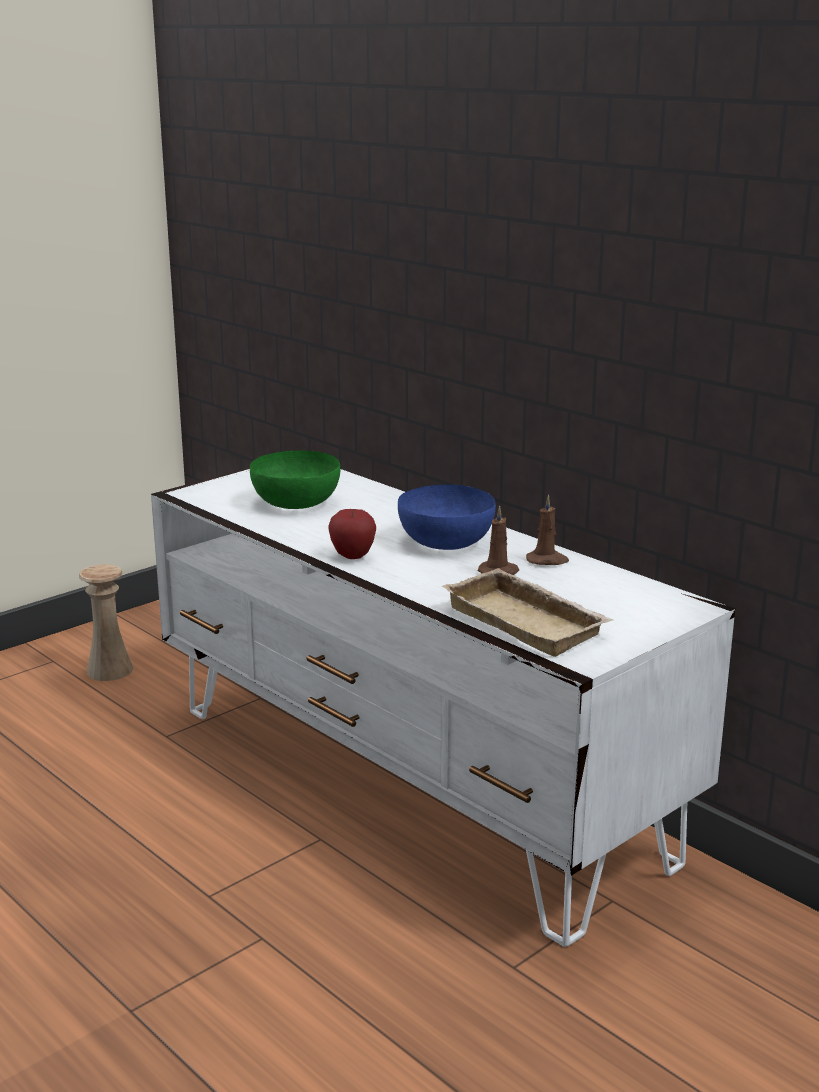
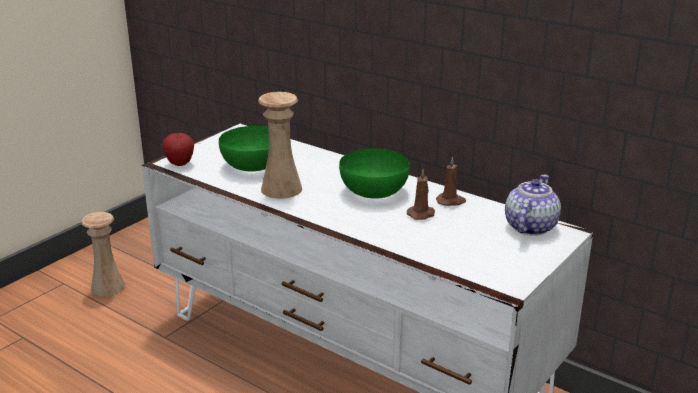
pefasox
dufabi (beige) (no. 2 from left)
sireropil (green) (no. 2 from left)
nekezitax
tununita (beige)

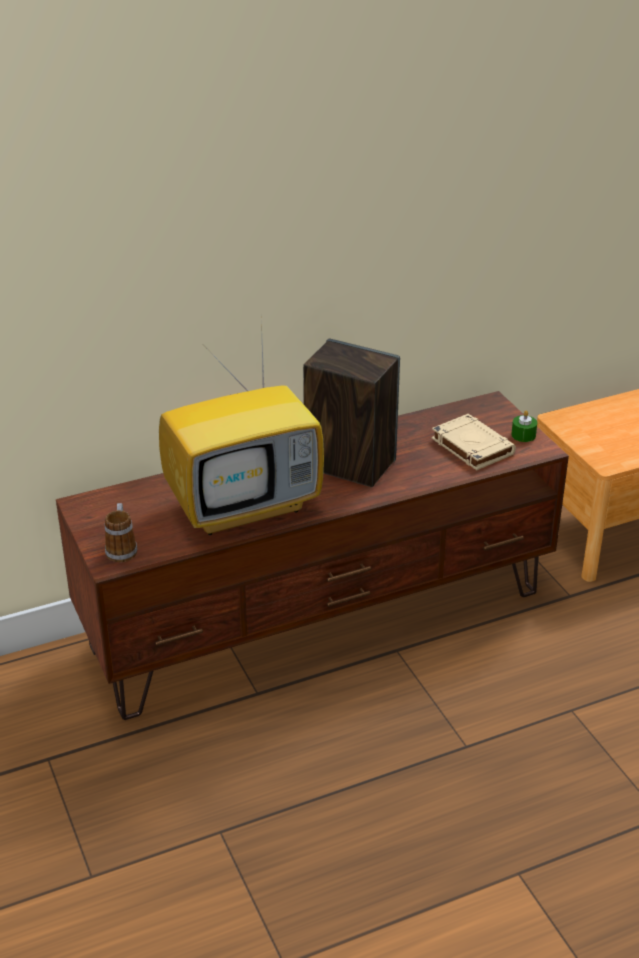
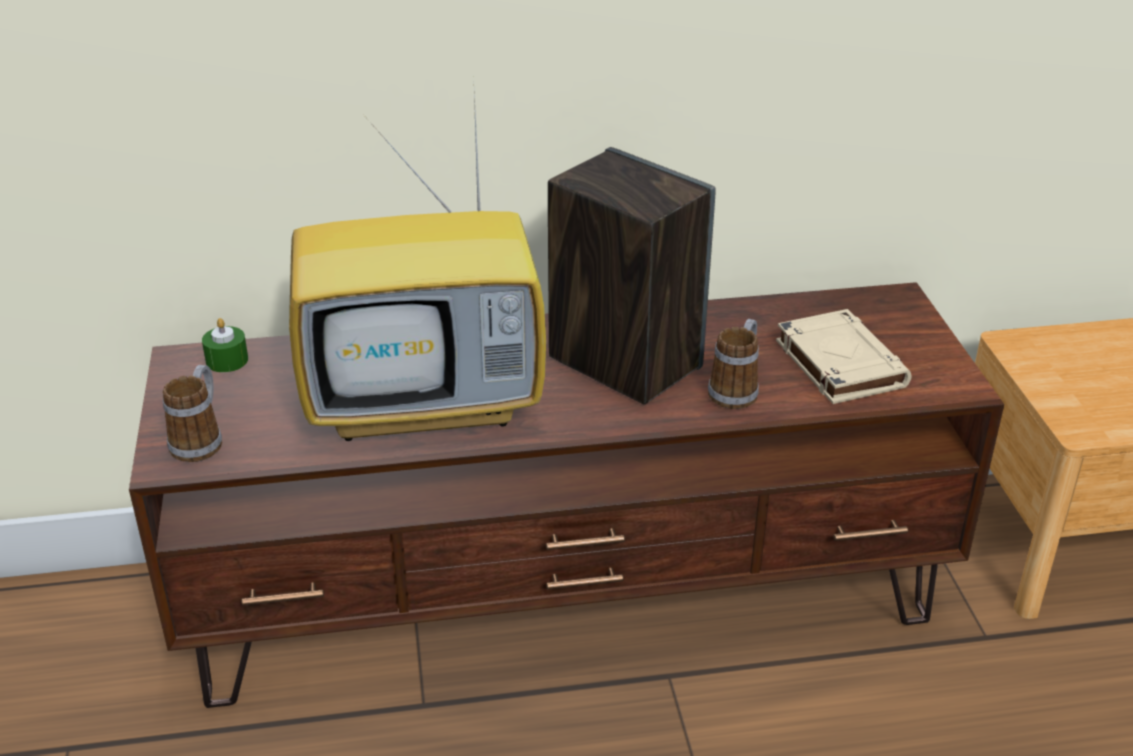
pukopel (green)
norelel (no. 2 from left)

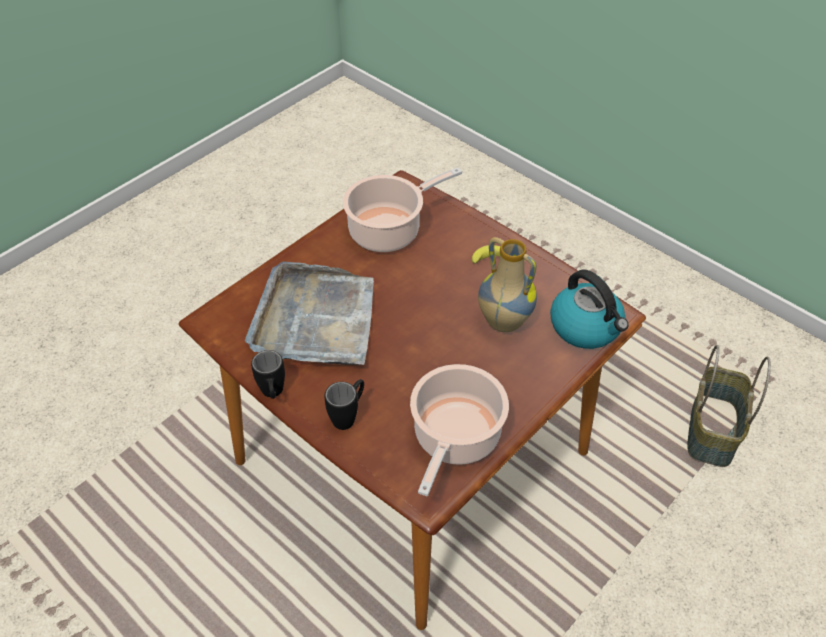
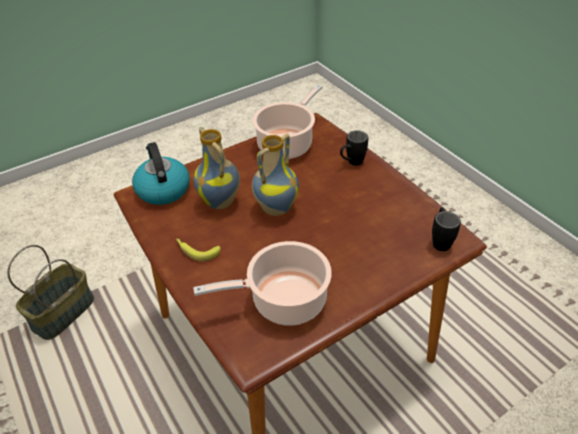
dufabi (no. 2 from left)
norelel (black) (no. 2 from left)
tununita (grey)

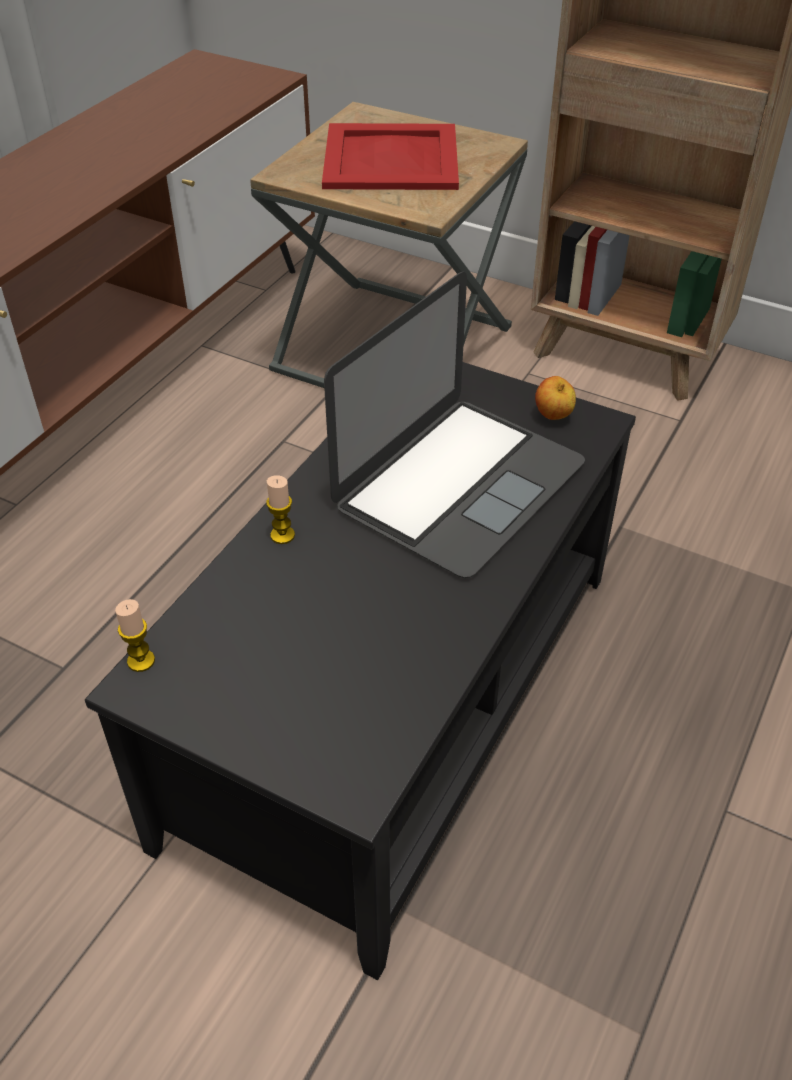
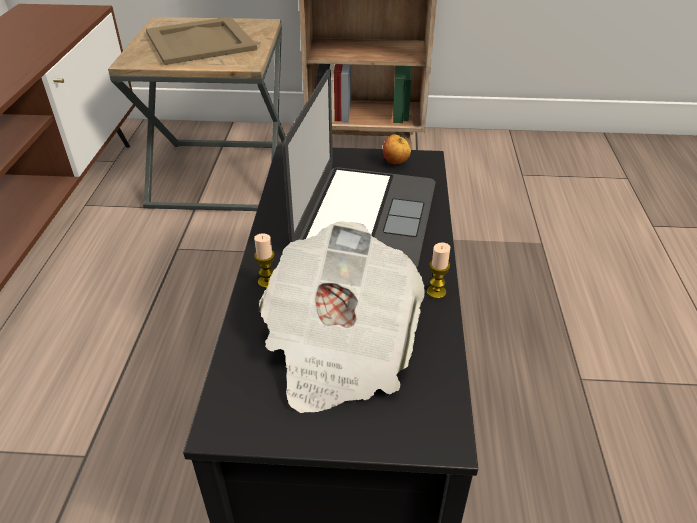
tununita (beige)
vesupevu
pukopel (no. 2 from left)

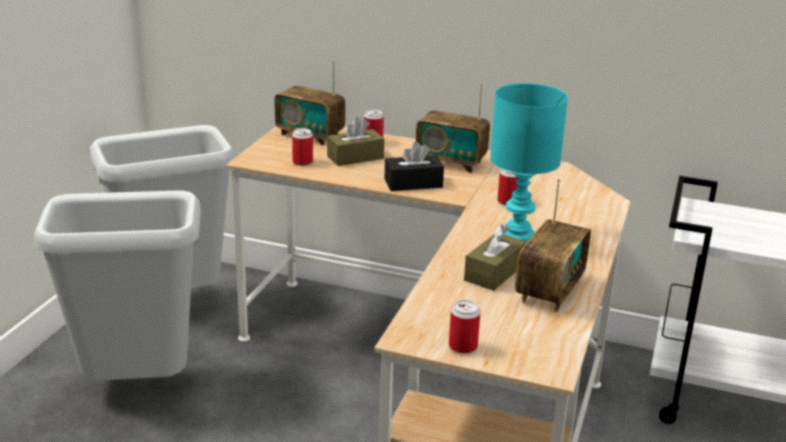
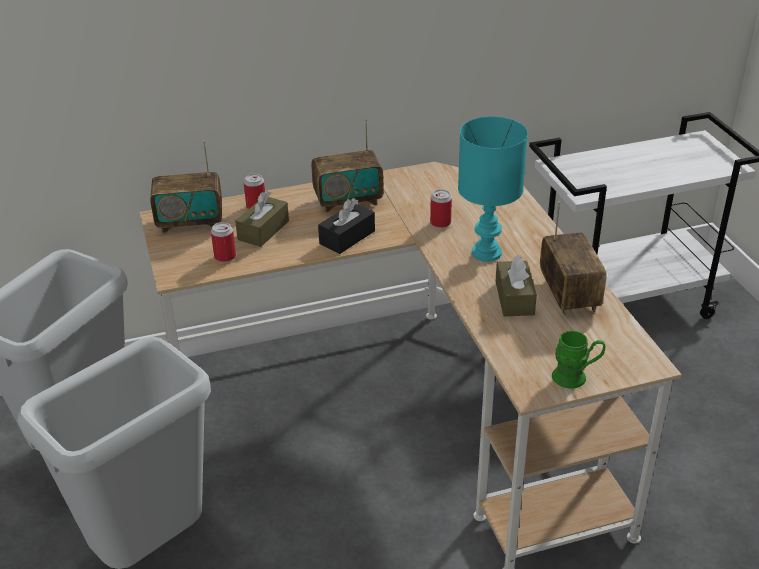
norelel (green)

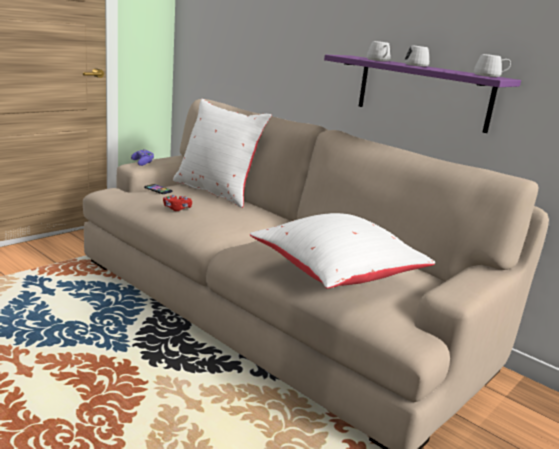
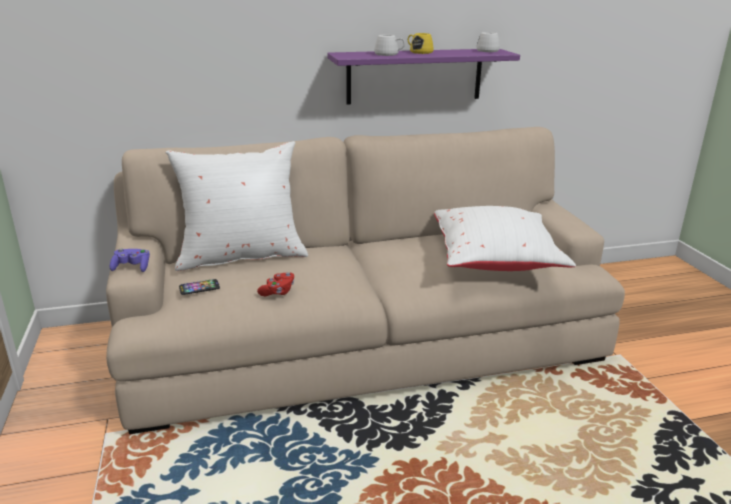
norelel (yellow)

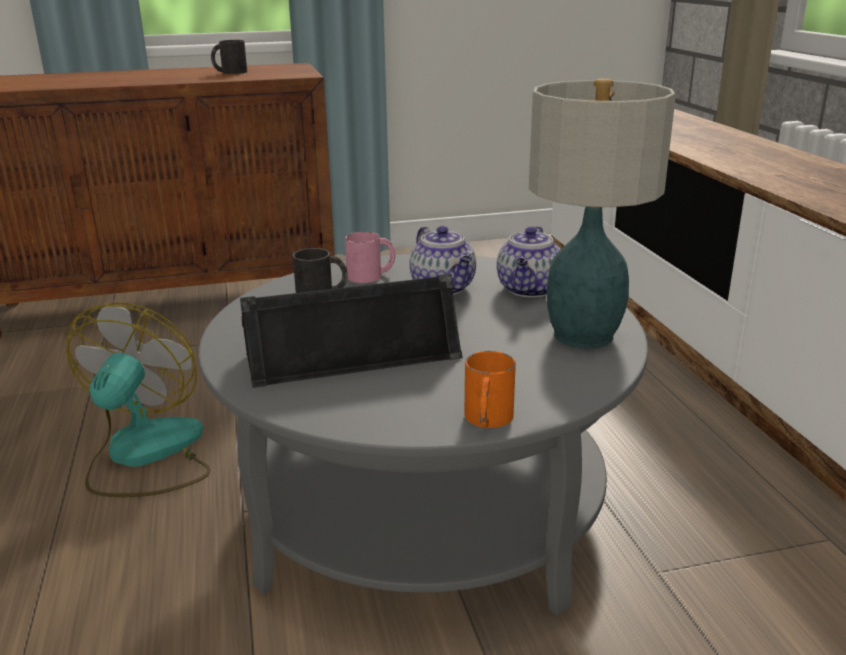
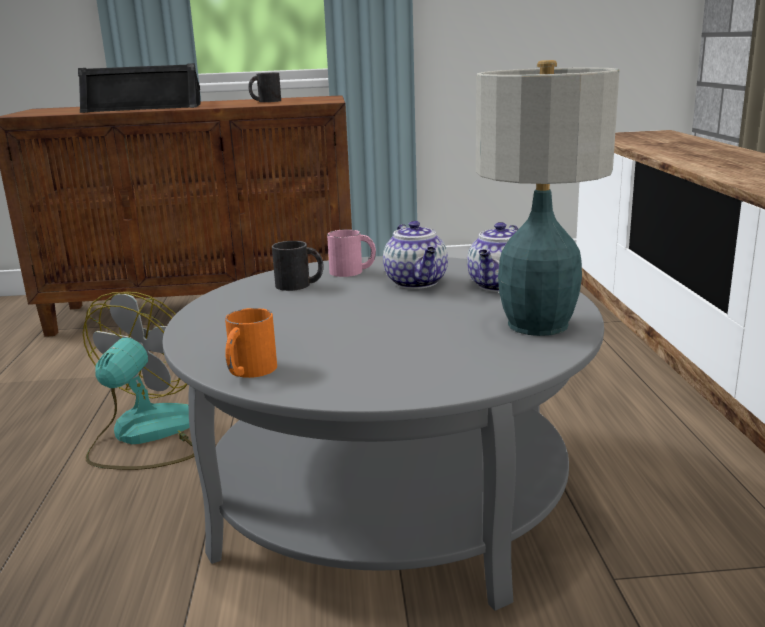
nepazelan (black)
norelel (orange)

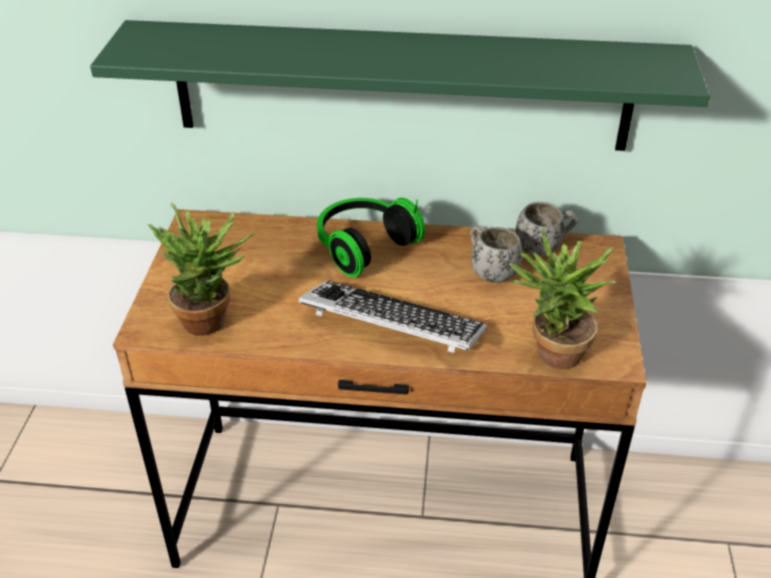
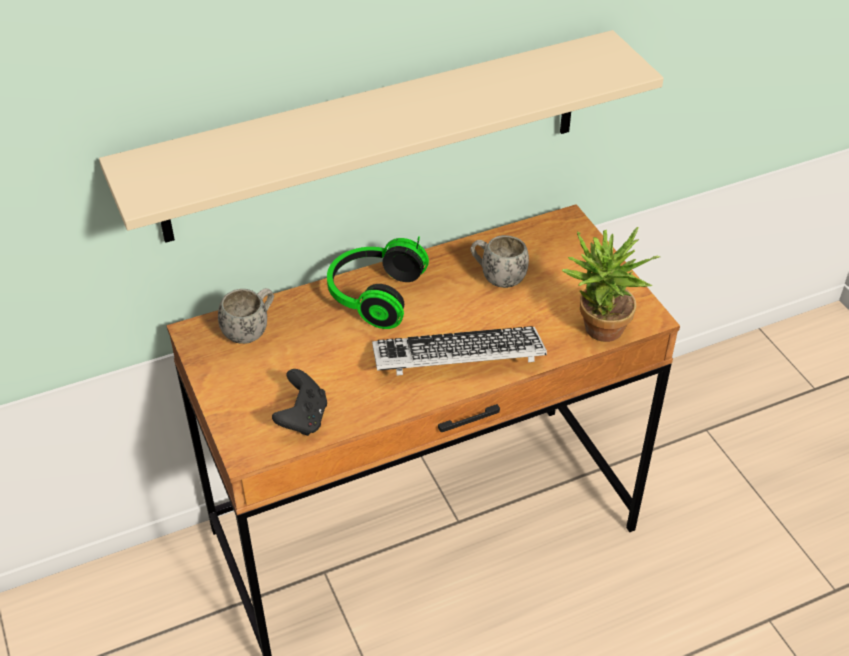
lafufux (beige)
norelel (white) (no. 1 from left)
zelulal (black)

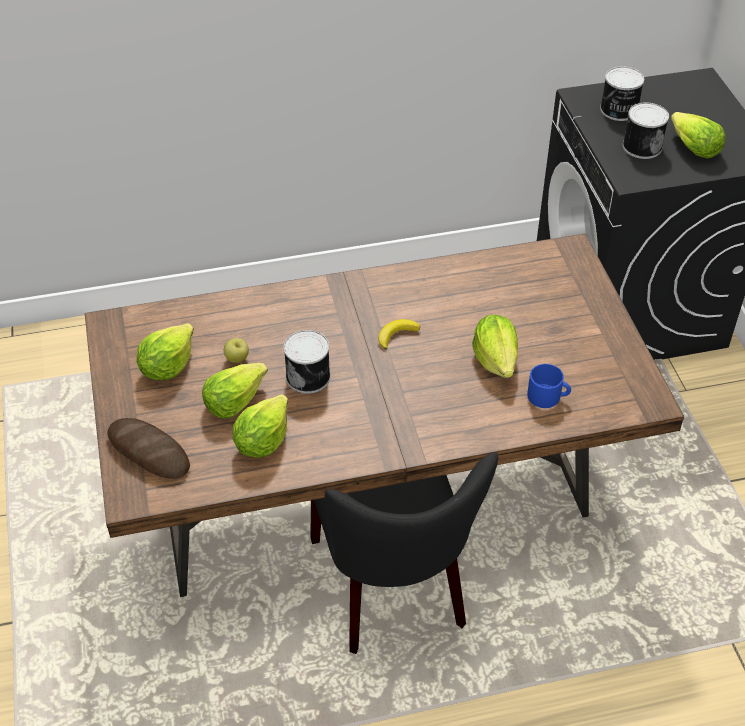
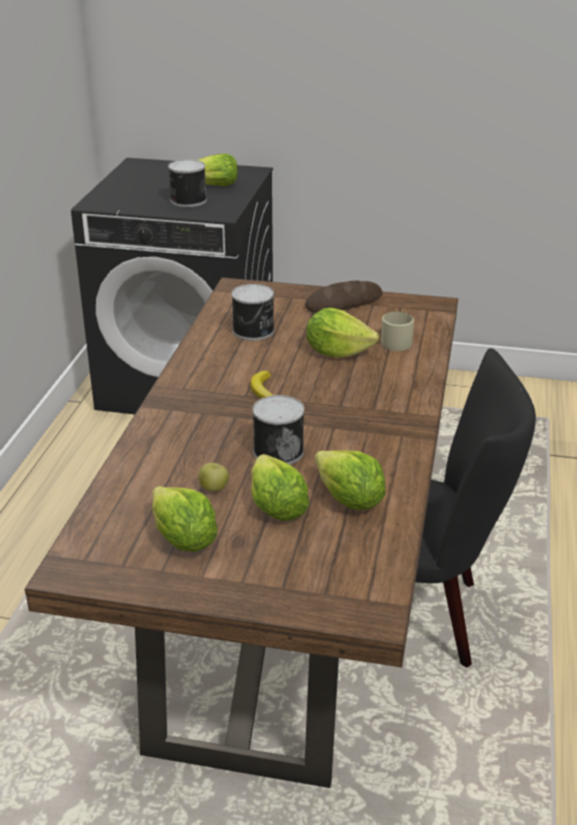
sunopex (no. 2 from left)
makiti
norelel (beige)

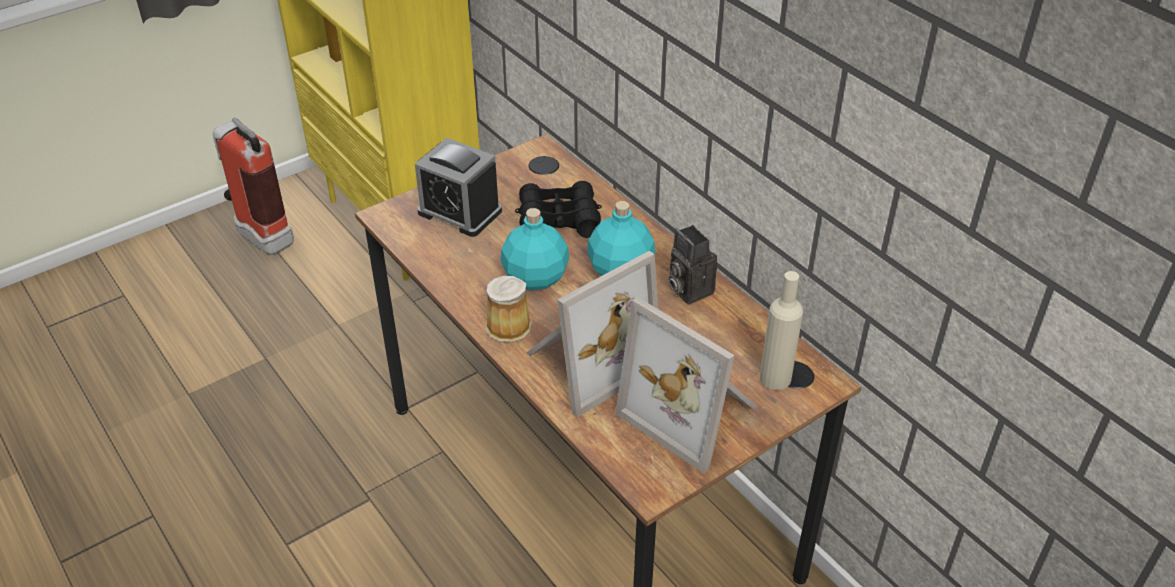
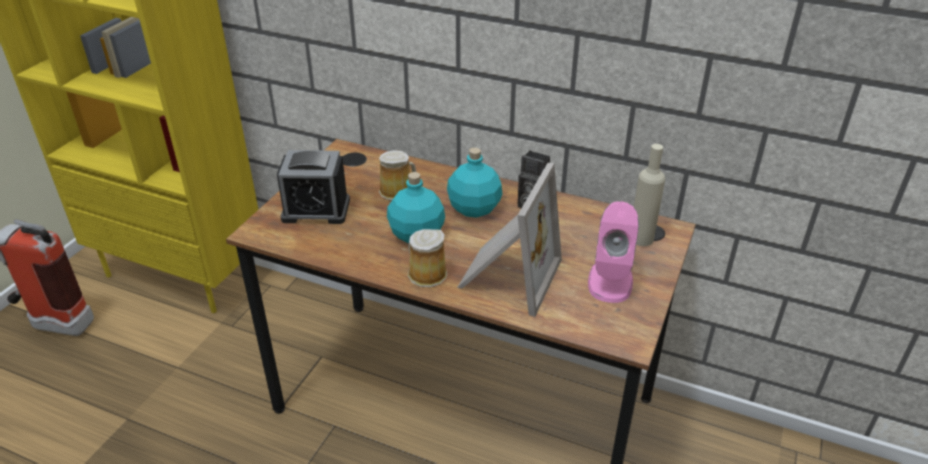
norelel (no. 1 from left)
nepazelan (pink)

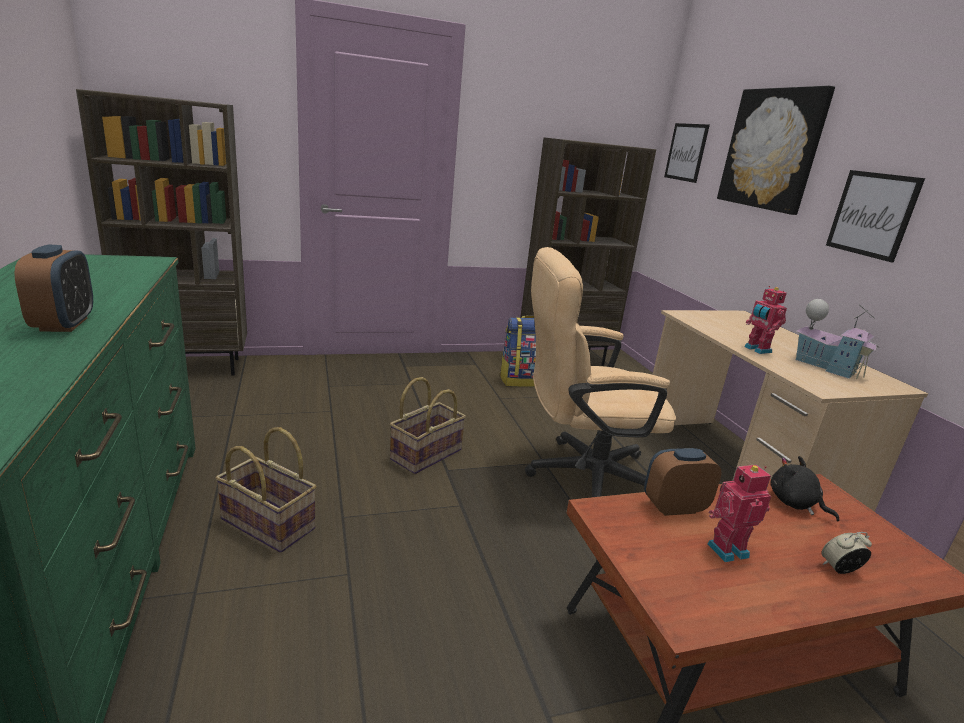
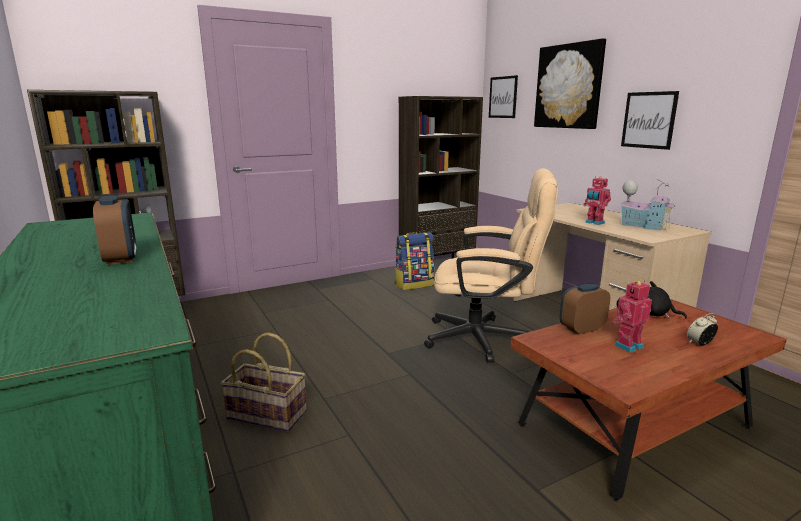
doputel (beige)
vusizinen (no. 2 from left in the first image)

